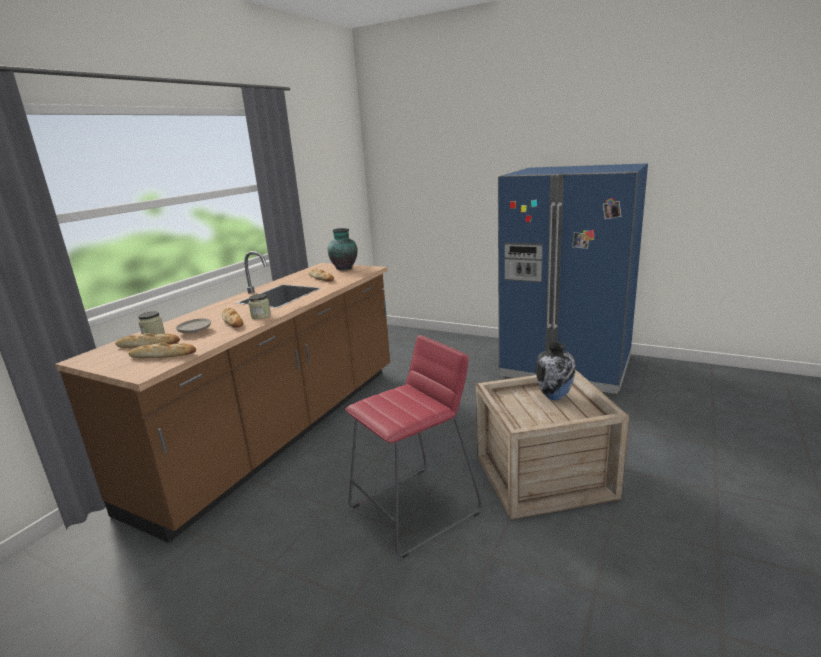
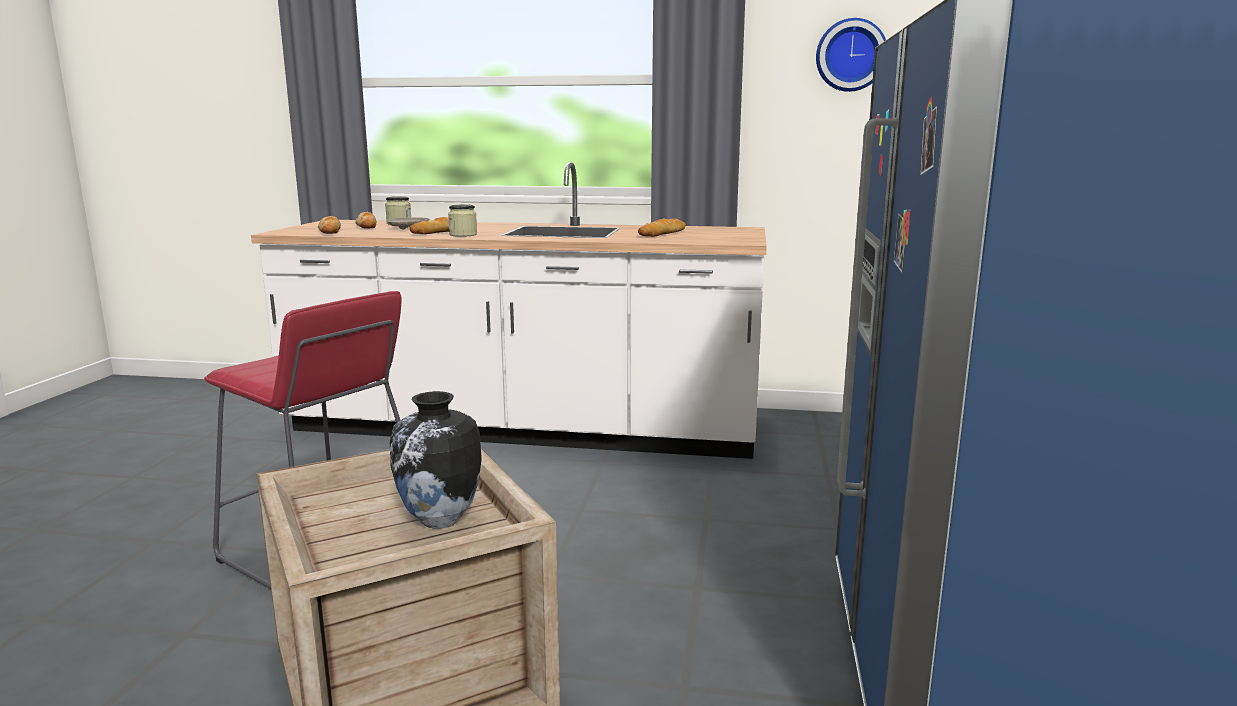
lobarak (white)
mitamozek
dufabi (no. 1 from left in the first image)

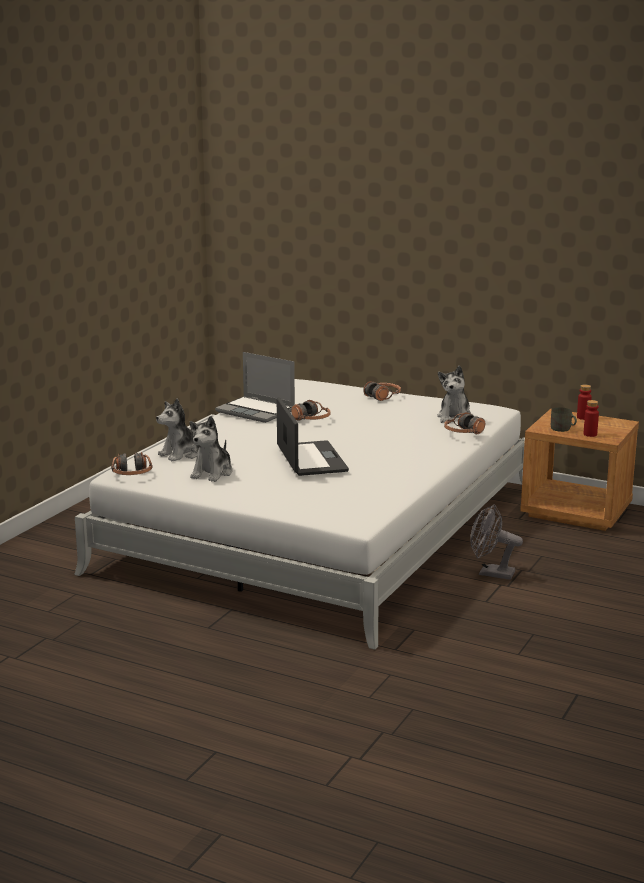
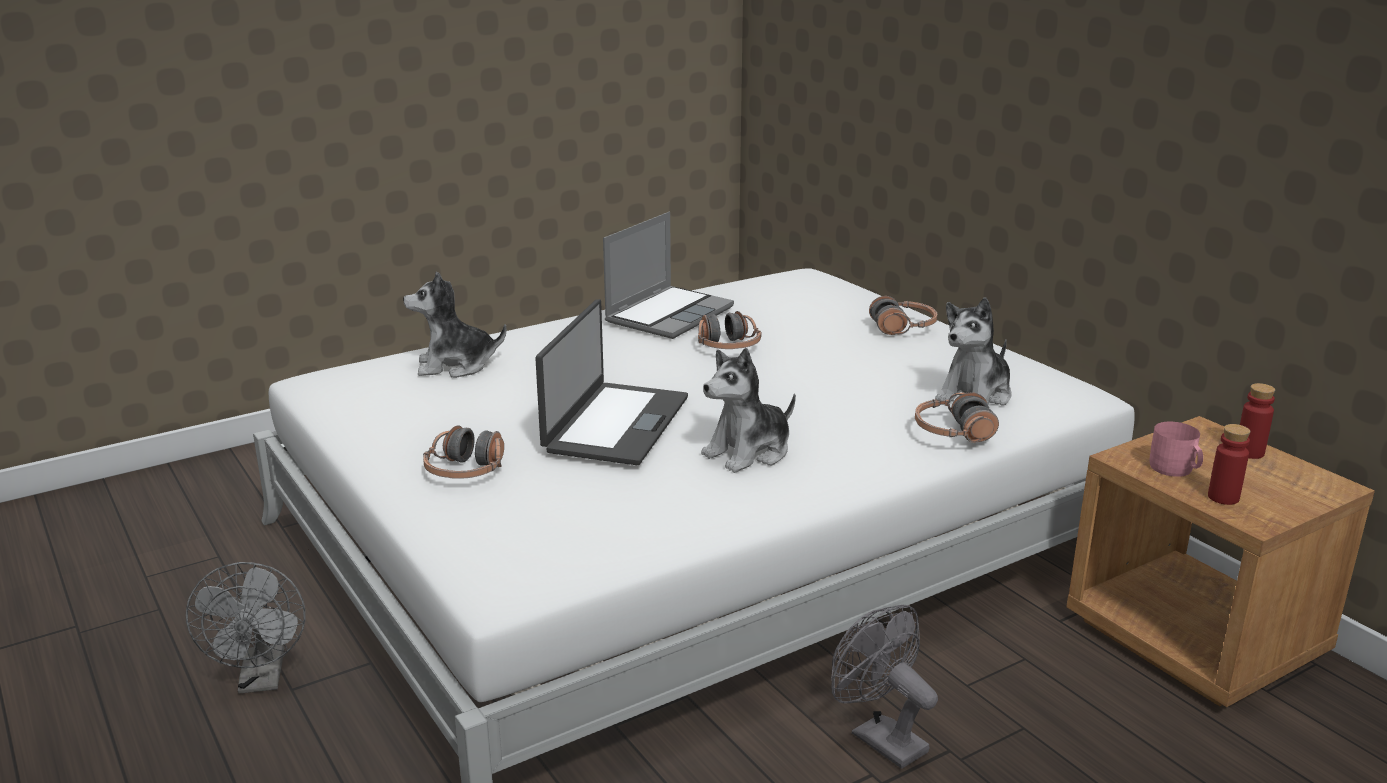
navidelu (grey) (no. 1 from left)
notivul (no. 1 from left)
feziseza (no. 2 from left)
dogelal (no. 2 from left)
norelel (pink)

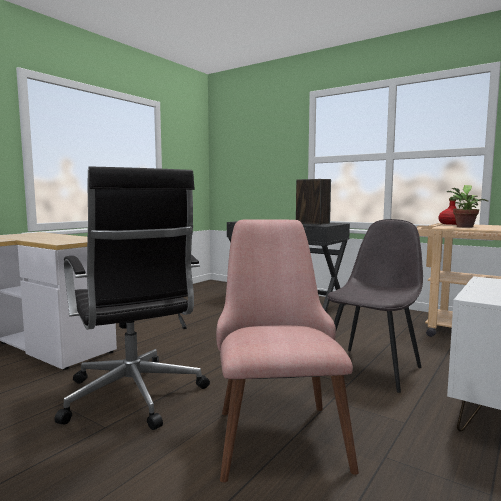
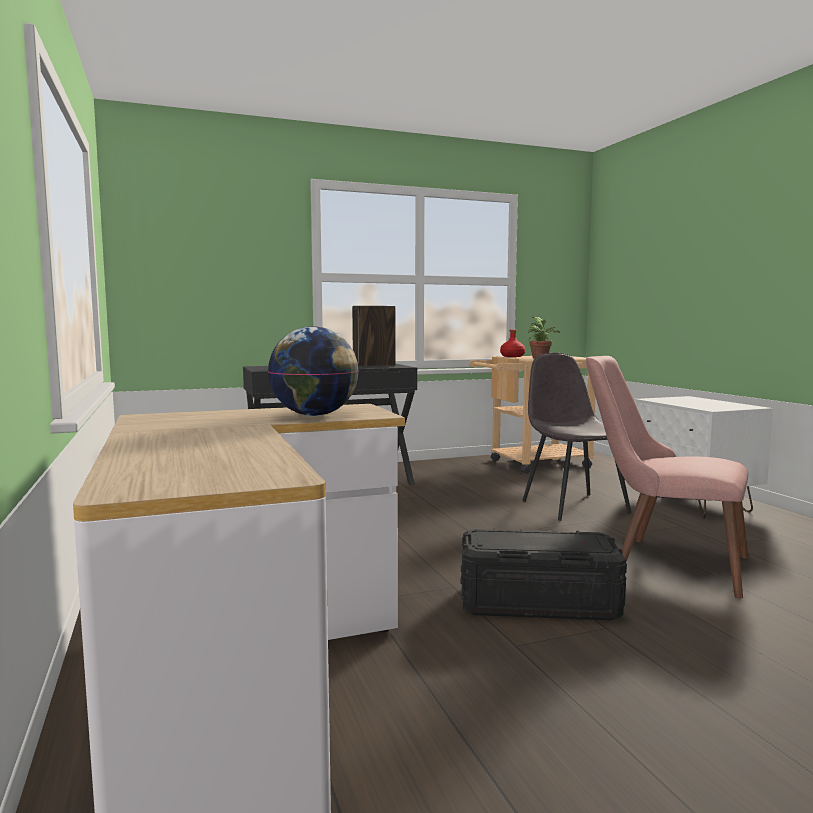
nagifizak
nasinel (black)

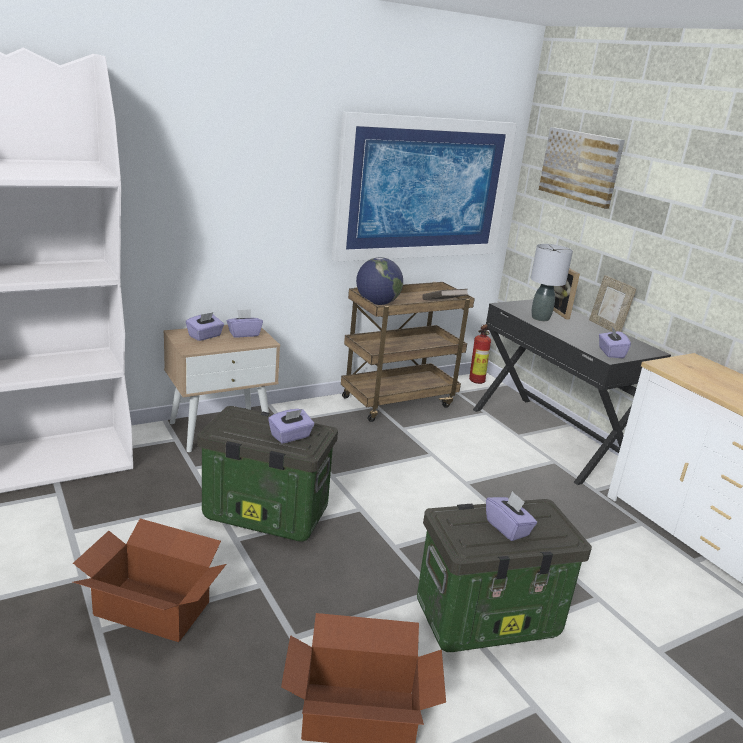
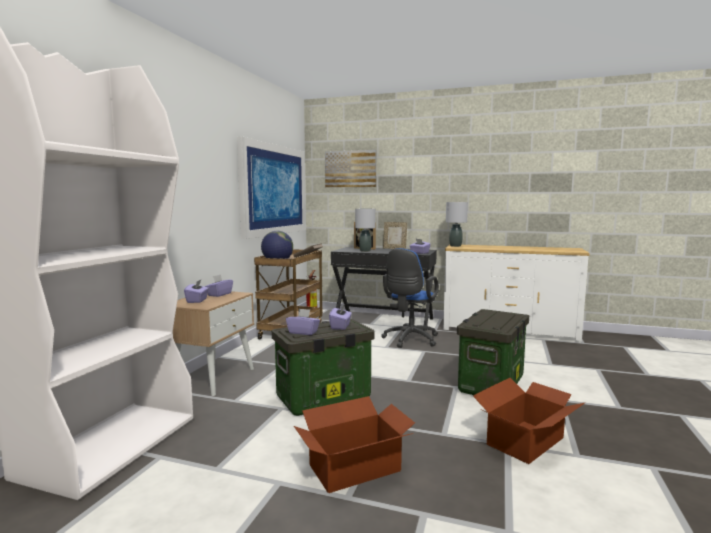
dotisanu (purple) (no. 3 from left)
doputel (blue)
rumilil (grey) (no. 2 from left)

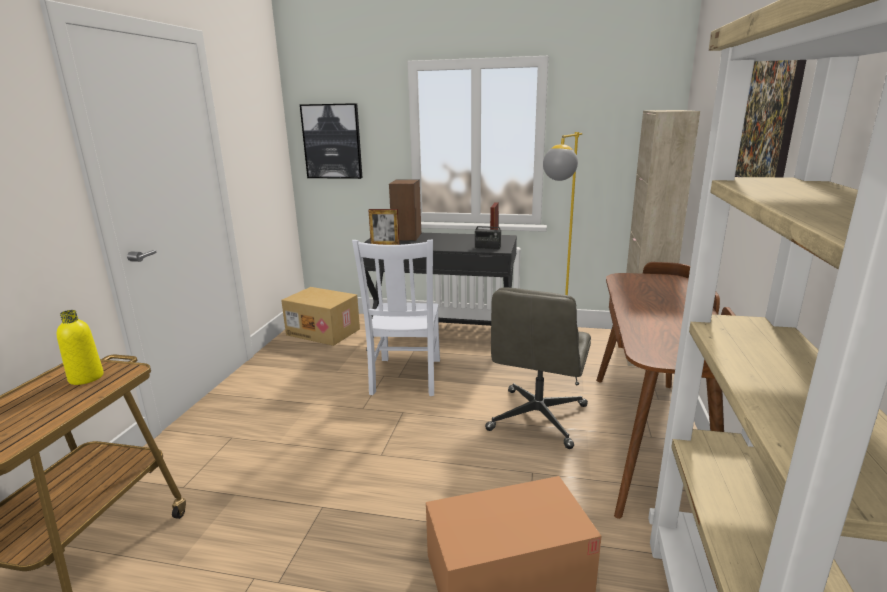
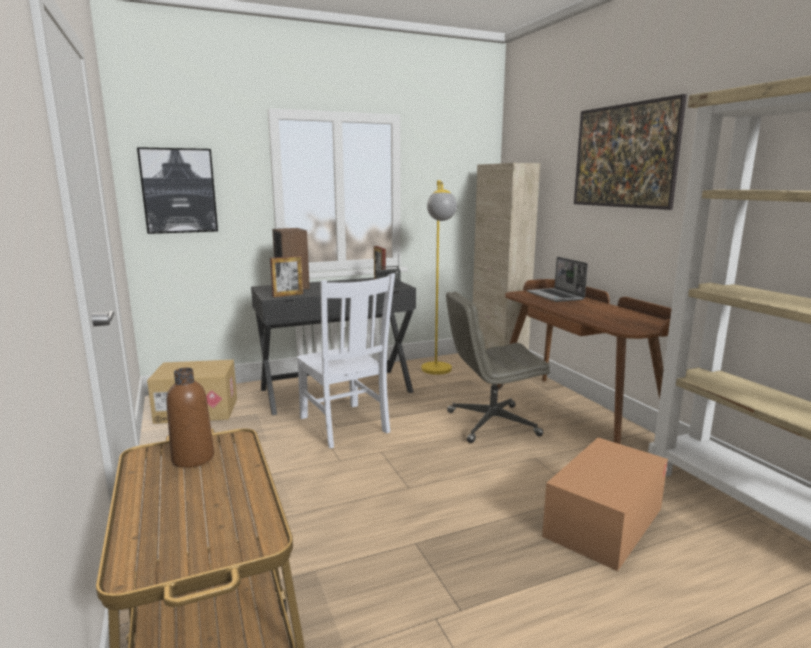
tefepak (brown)
doputel (grey)
feziseza

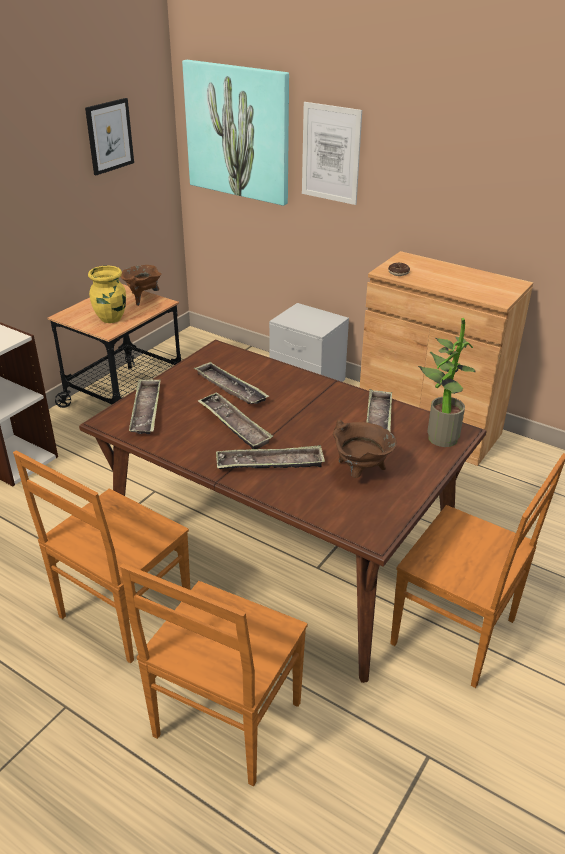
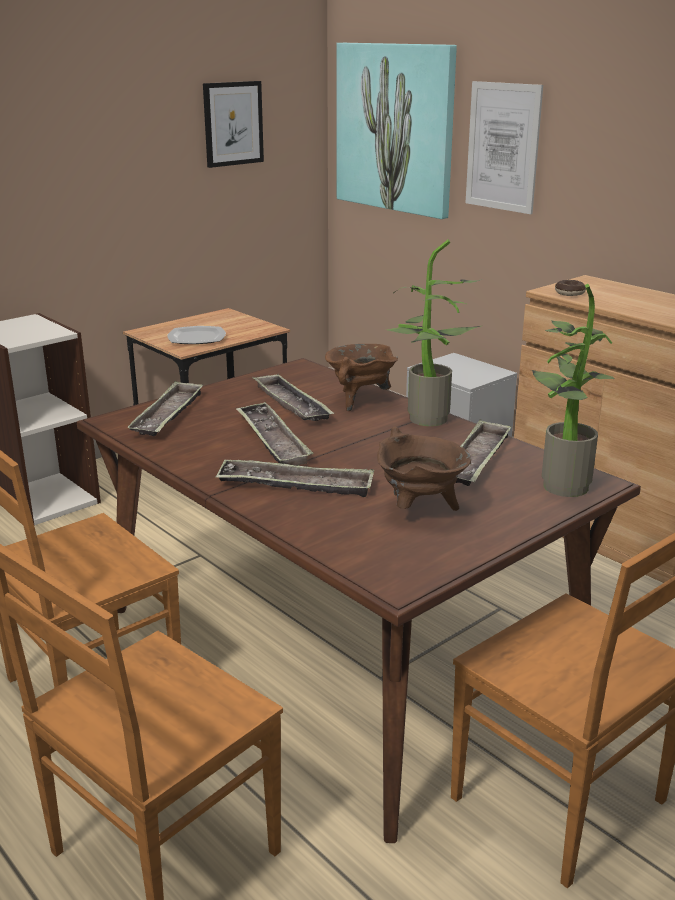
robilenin
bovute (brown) (no. 1 from left)
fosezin (no. 1 from left)

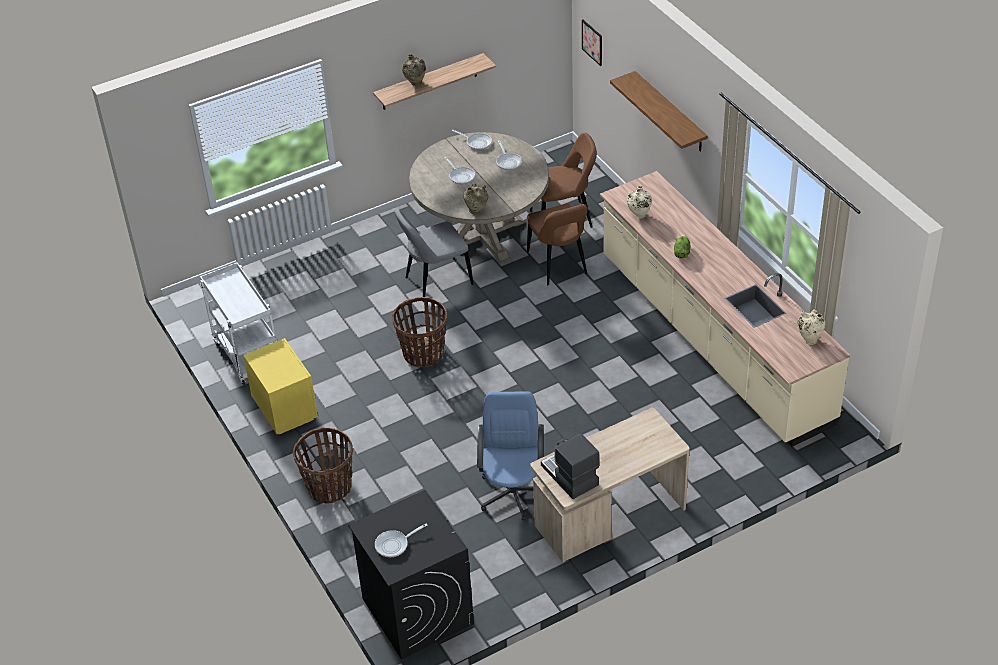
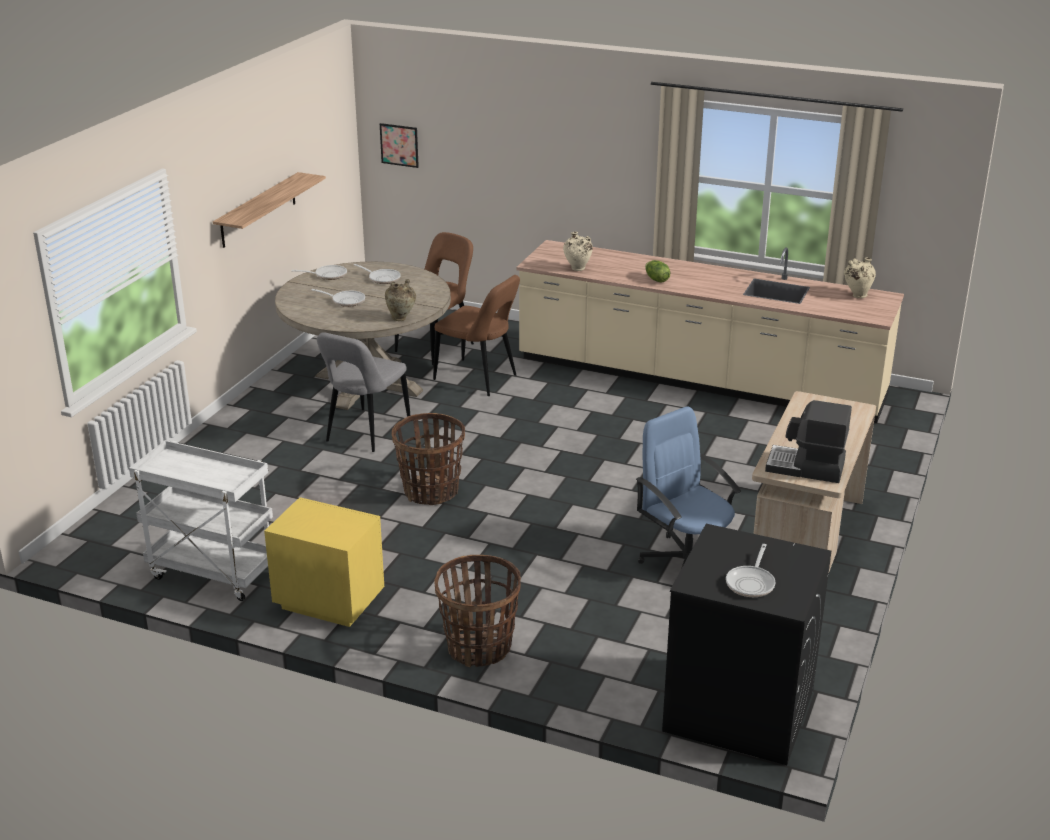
dufabi (beige) (no. 1 from left in the first image)
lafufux (no. 2 from left in the first image)

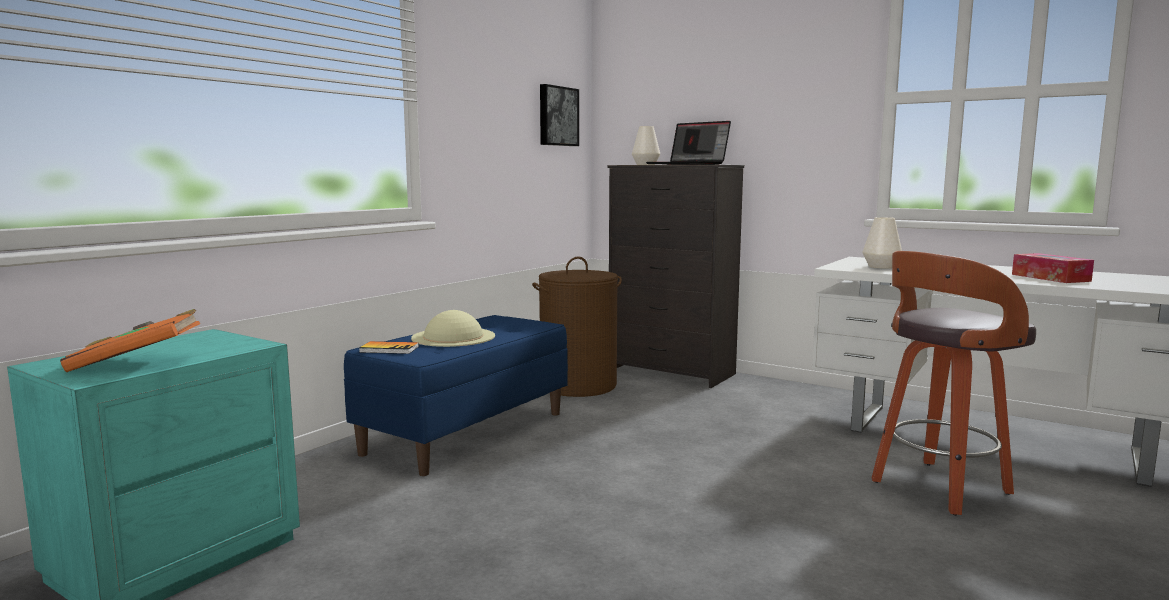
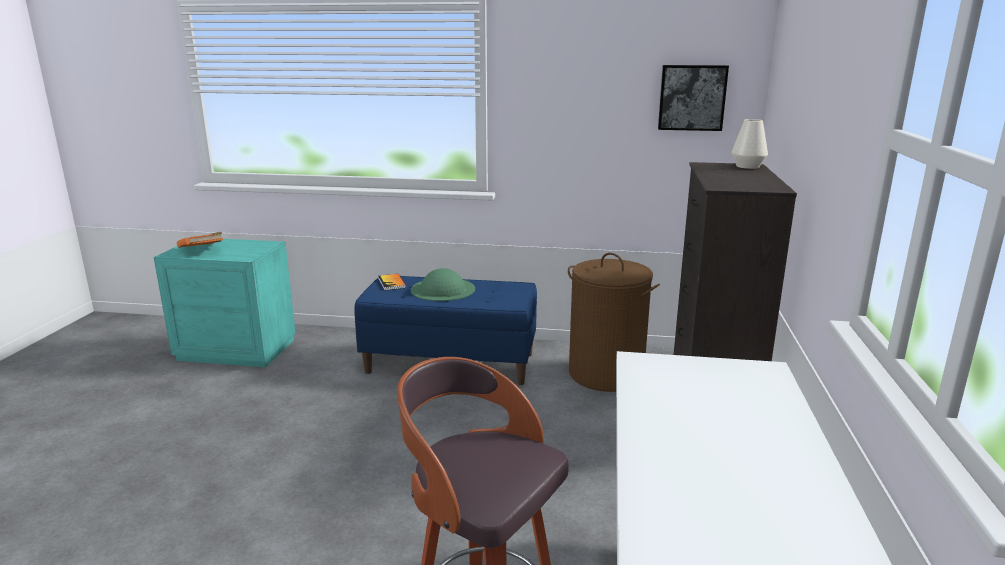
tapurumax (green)
feziseza
dufabi (white) (no. 2 from left in the first image)
dotisanu

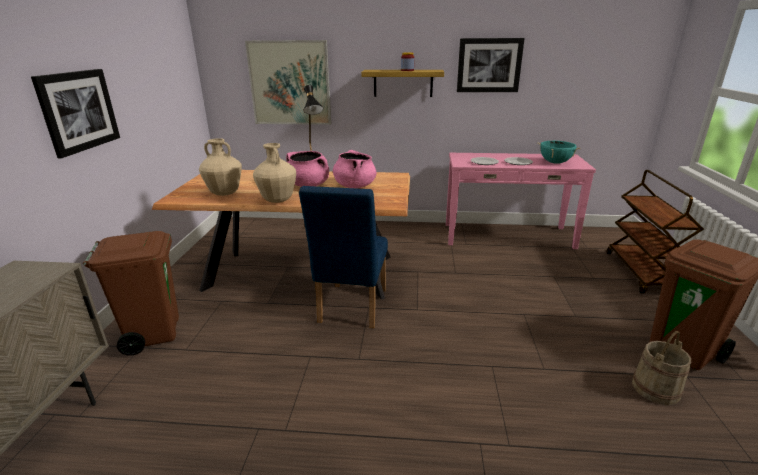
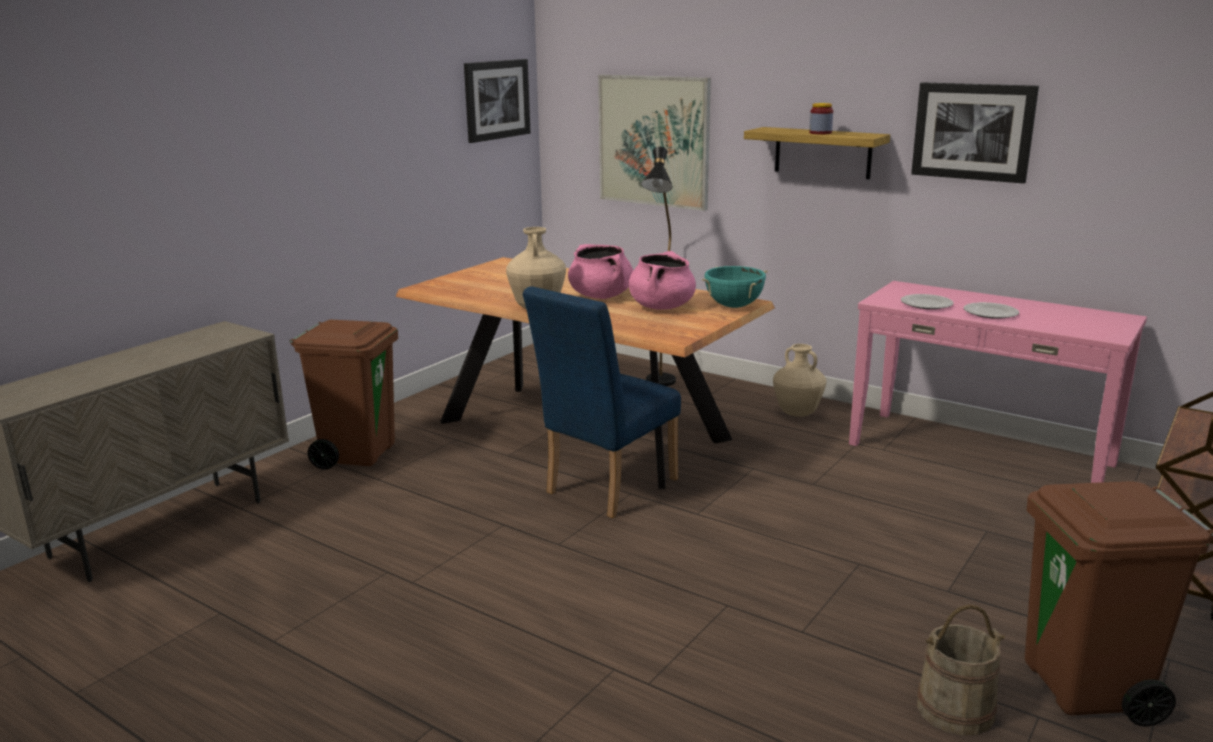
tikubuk (no. 1 from left)
bovute (turquoise)
dufabi (beige) (no. 2 from left)

